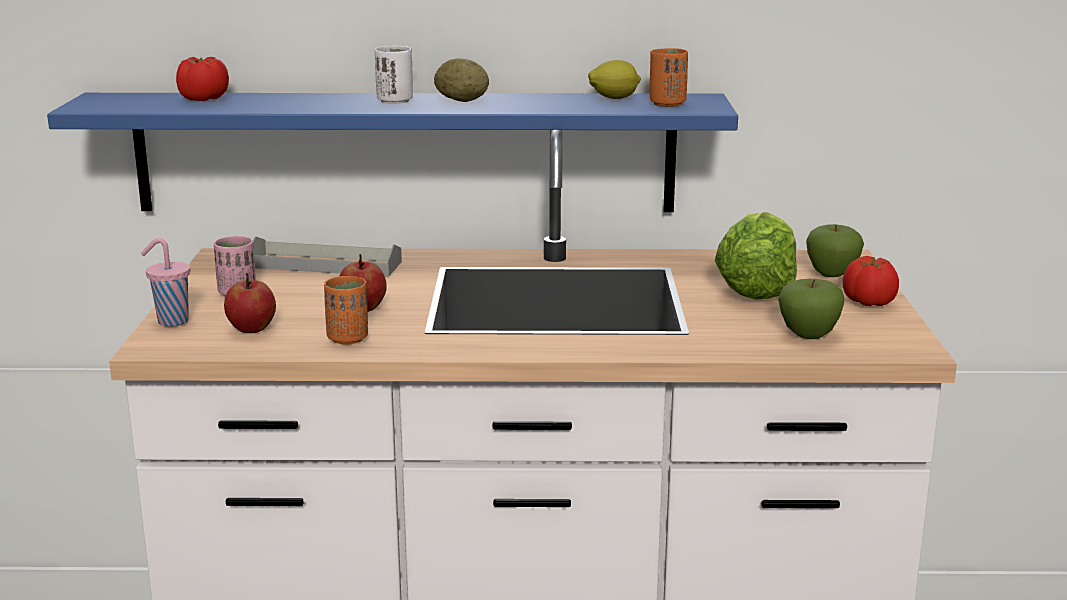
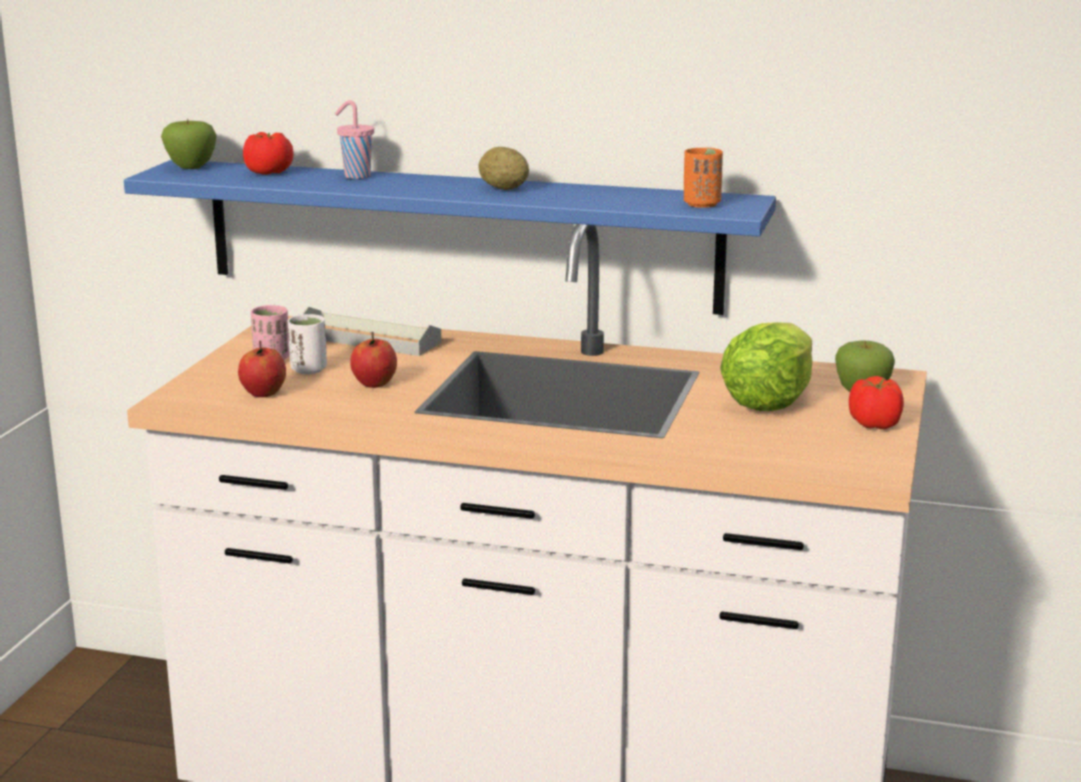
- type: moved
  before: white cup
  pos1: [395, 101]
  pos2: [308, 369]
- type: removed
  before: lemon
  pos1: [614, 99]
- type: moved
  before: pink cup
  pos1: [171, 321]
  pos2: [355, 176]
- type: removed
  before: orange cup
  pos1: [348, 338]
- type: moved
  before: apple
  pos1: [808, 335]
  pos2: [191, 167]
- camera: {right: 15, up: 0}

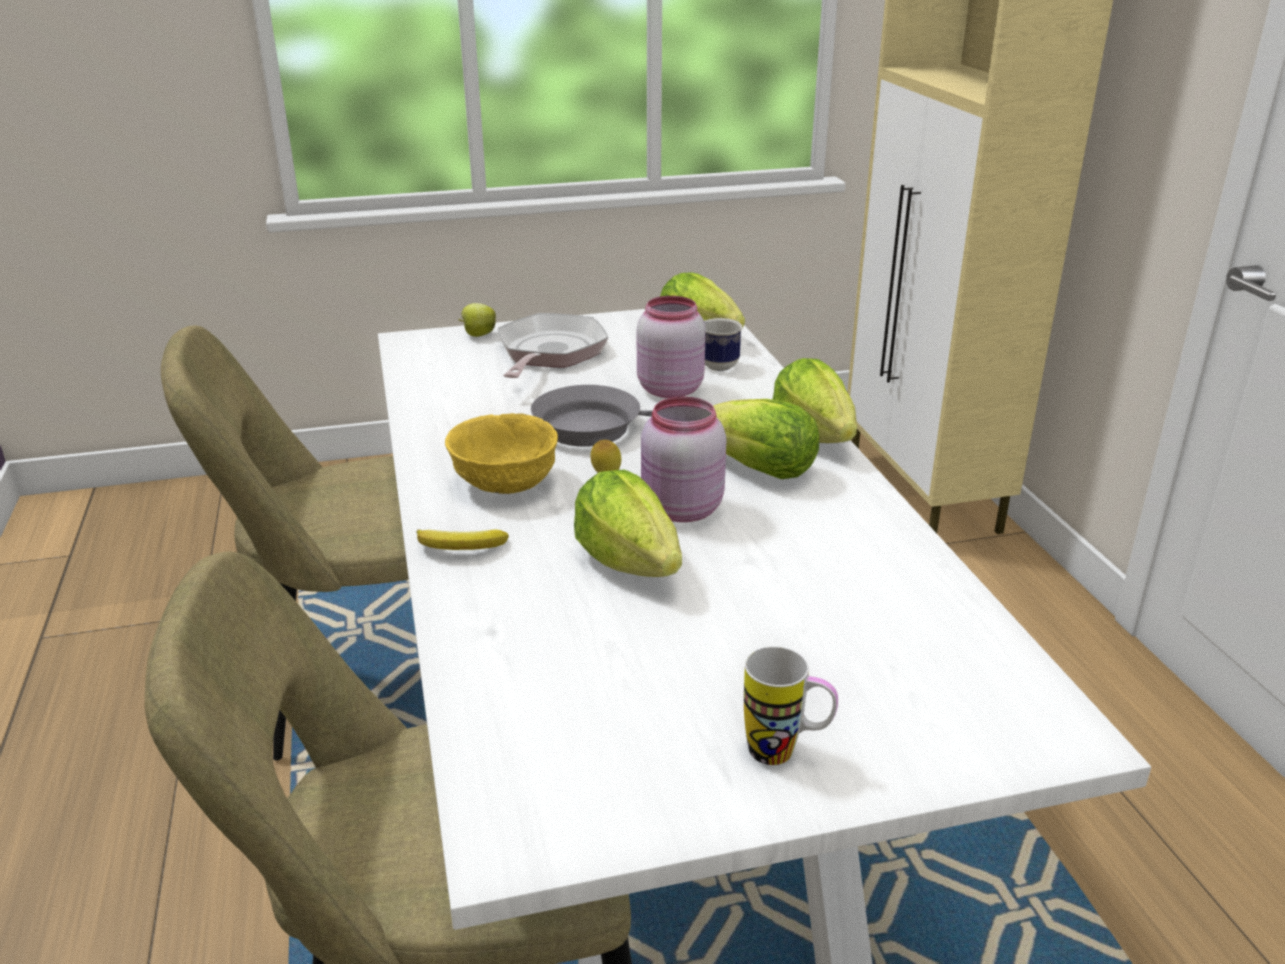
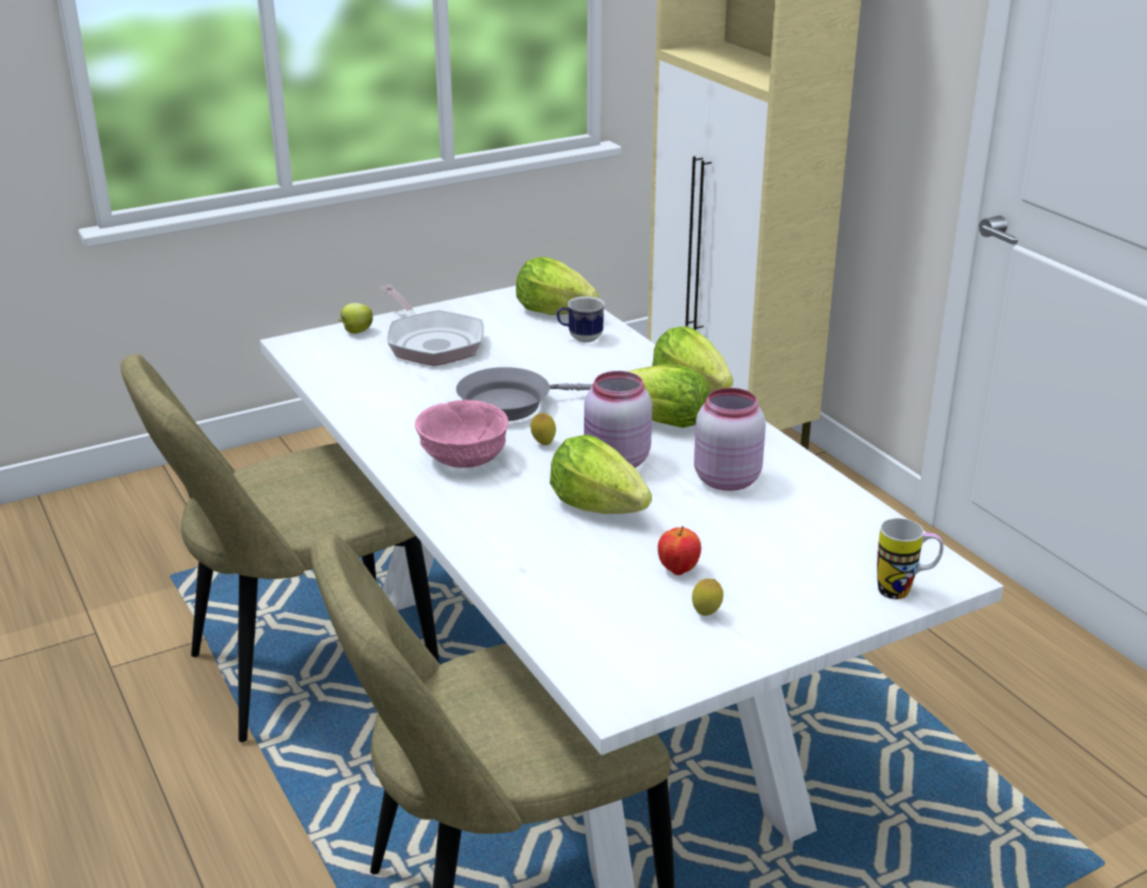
- type: moved
  before: pink jar
  pos1: [668, 389]
  pos2: [725, 479]
- type: turned
  before: frying pan
  pos1: [549, 353]
  pos2: [432, 342]
  turn: 150
- type: recoloured
  before: yellow bowl
  after: pink bowl
  pos1: [504, 483]
  pos2: [462, 459]
- type: removed
  before: banana
  pos1: [460, 548]
- type: moved
  before: mug
  pos1: [785, 753]
  pos2: [904, 591]
- type: added
  after: apple
  pos2: [678, 570]
- type: added
  after: lemon
  pos2: [706, 614]
- camera: {right: -15, up: 0}

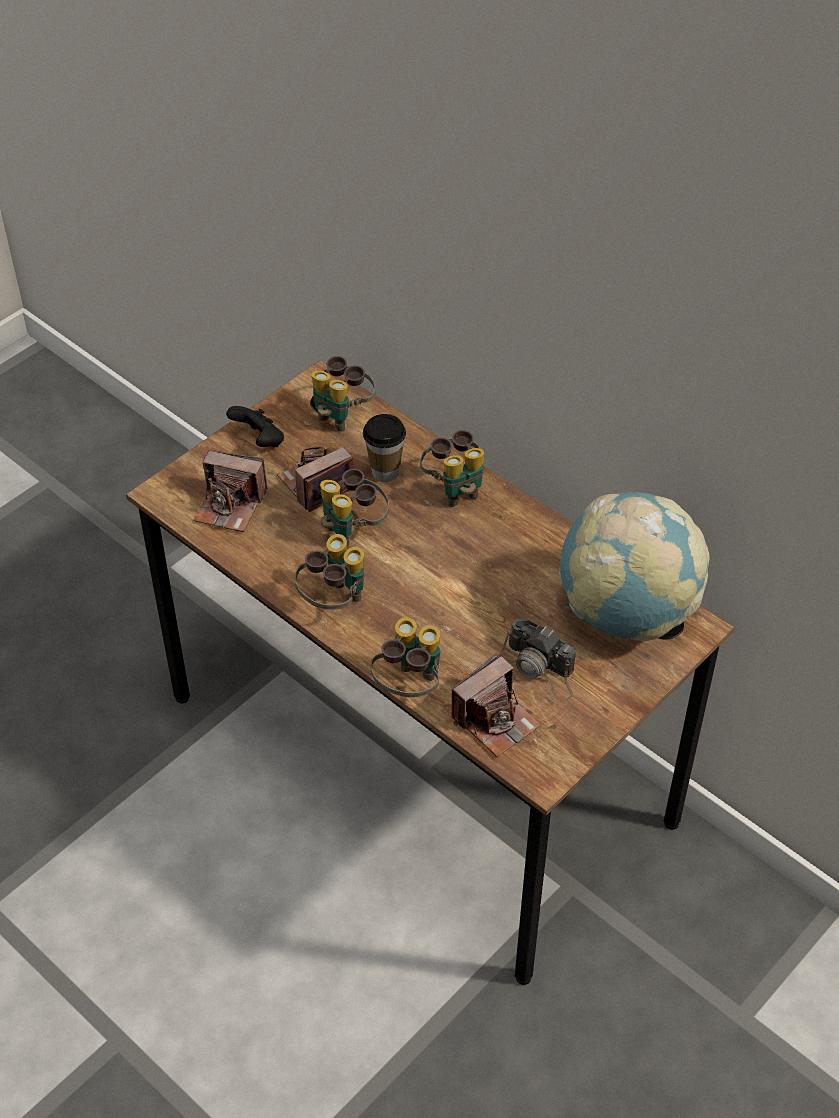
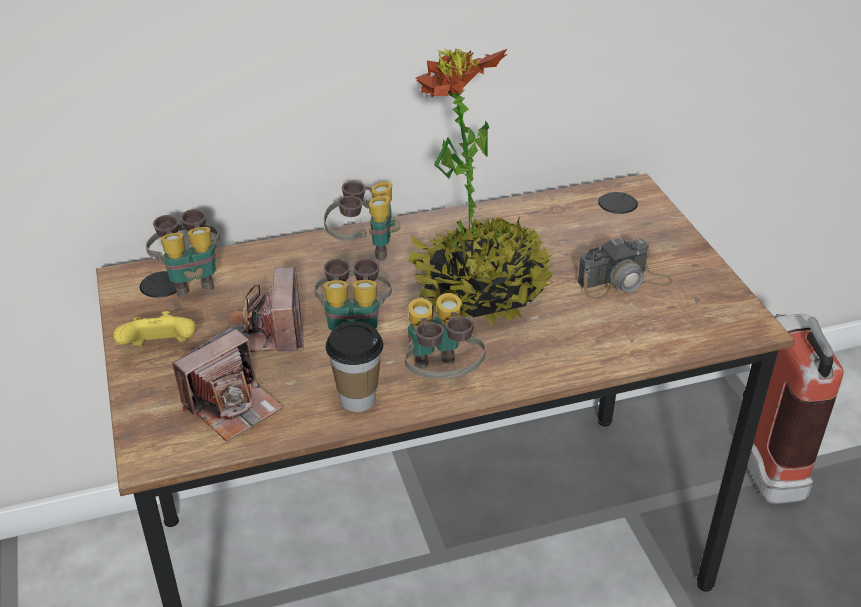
- type: recoloured
  before: black game controller
  after: yellow game controller
  pos1: [259, 441]
  pos2: [160, 349]
- type: moved
  before: cup
  pos1: [385, 472]
  pos2: [357, 399]
- type: removed
  before: globe
  pos1: [626, 612]
- type: removed
  before: binoculars
  pos1: [409, 687]
- type: removed
  before: photo camera
  pos1: [495, 720]
- type: added
  after: potted plant
  pos2: [480, 291]
- type: added
  after: fire extinguisher
  pos2: [763, 461]
- camera: {right: -60, up: -10}

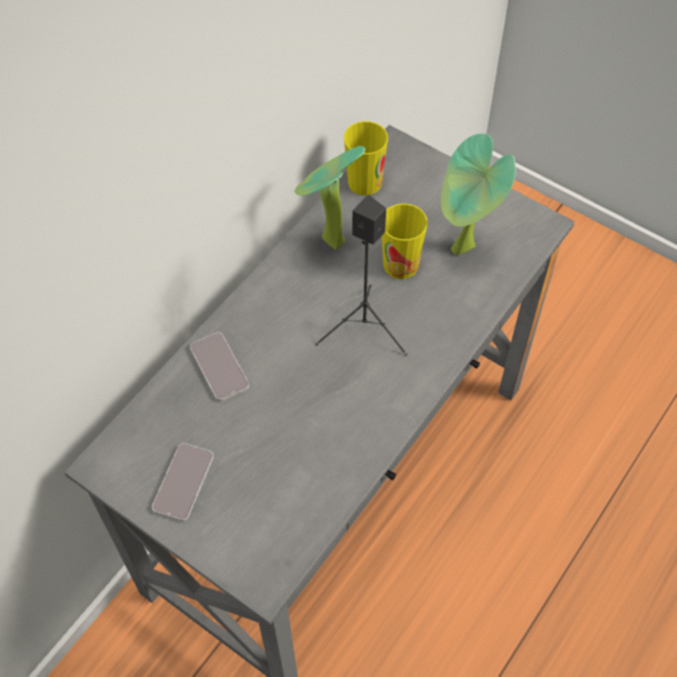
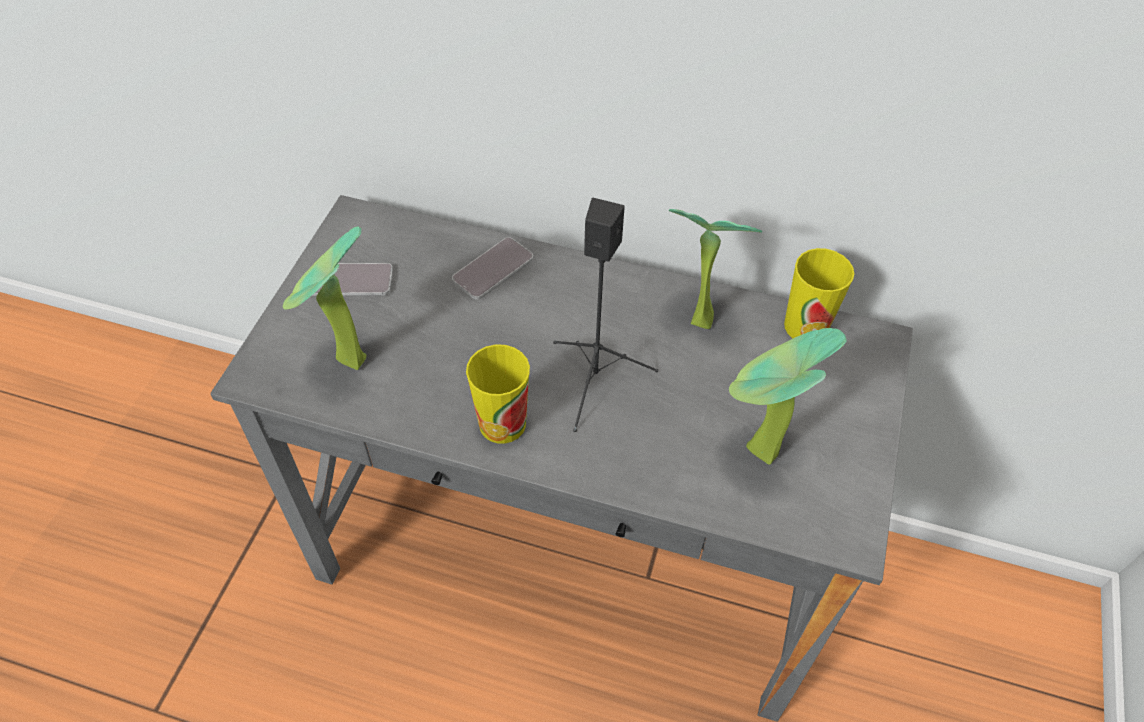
- type: moved
  before: cup
  pos1: [400, 264]
  pos2: [502, 423]
- type: added
  after: potted plant
  pos2: [345, 363]
- camera: {right: 70, up: -5}

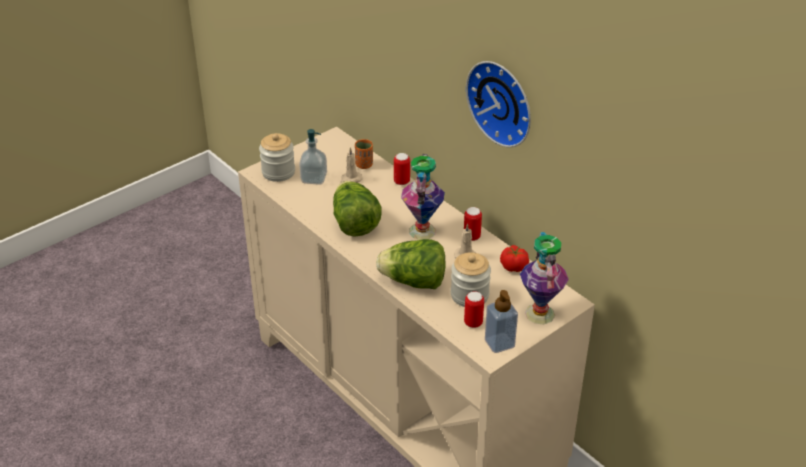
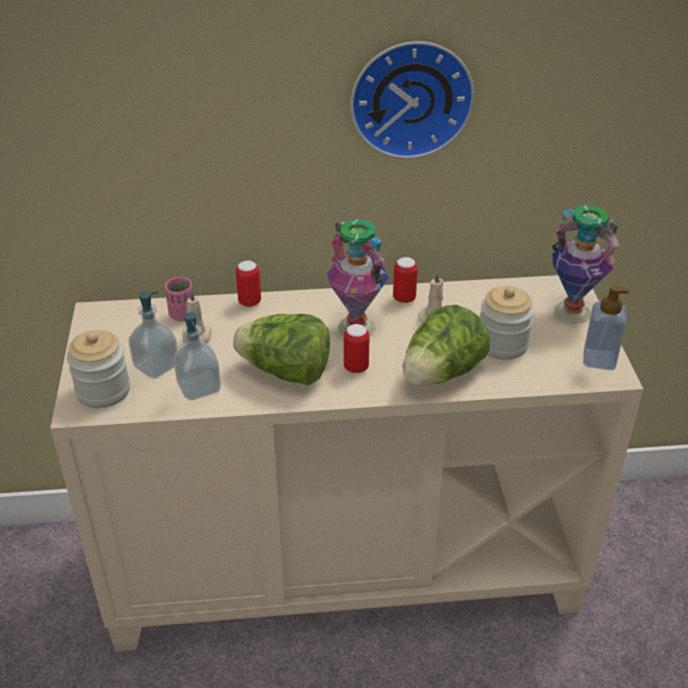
- type: recoloured
  before: orange cup
  after: pink cup
  pos1: [364, 165]
  pos2: [182, 315]
- type: removed
  before: tomato
  pos1: [513, 267]
- type: moved
  before: can
  pos1: [473, 323]
  pos2: [356, 367]
- type: added
  after: soap dispenser
  pos2: [199, 387]
- camera: {right: -55, up: 0}

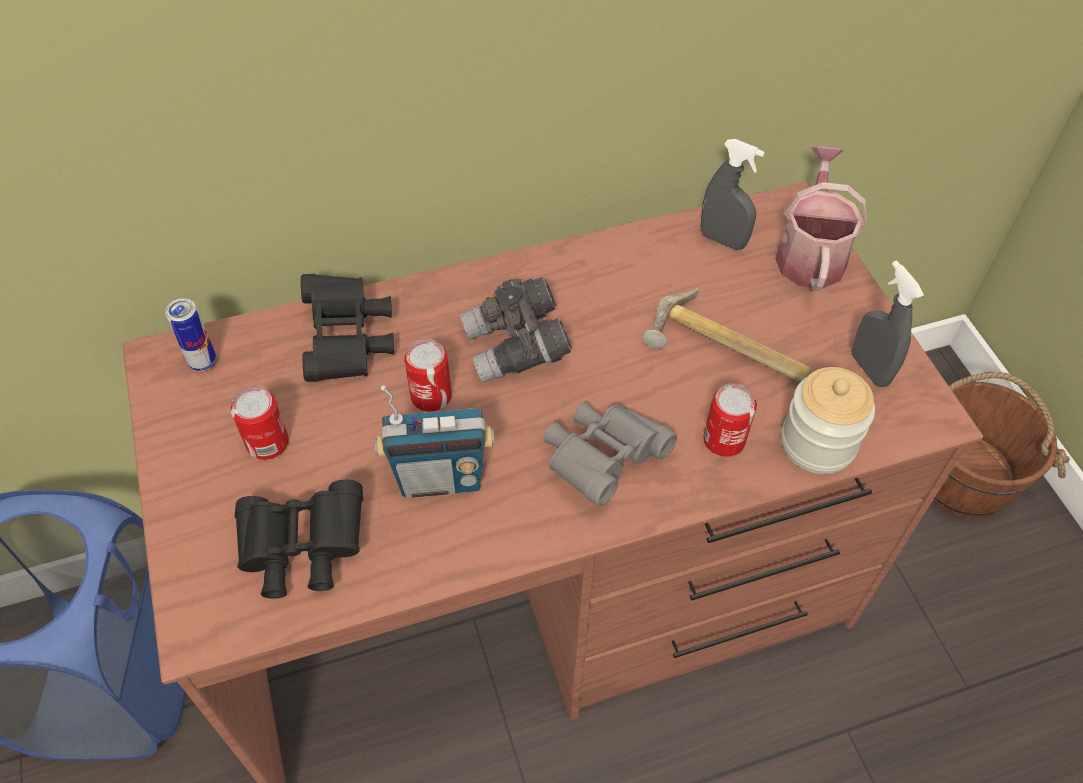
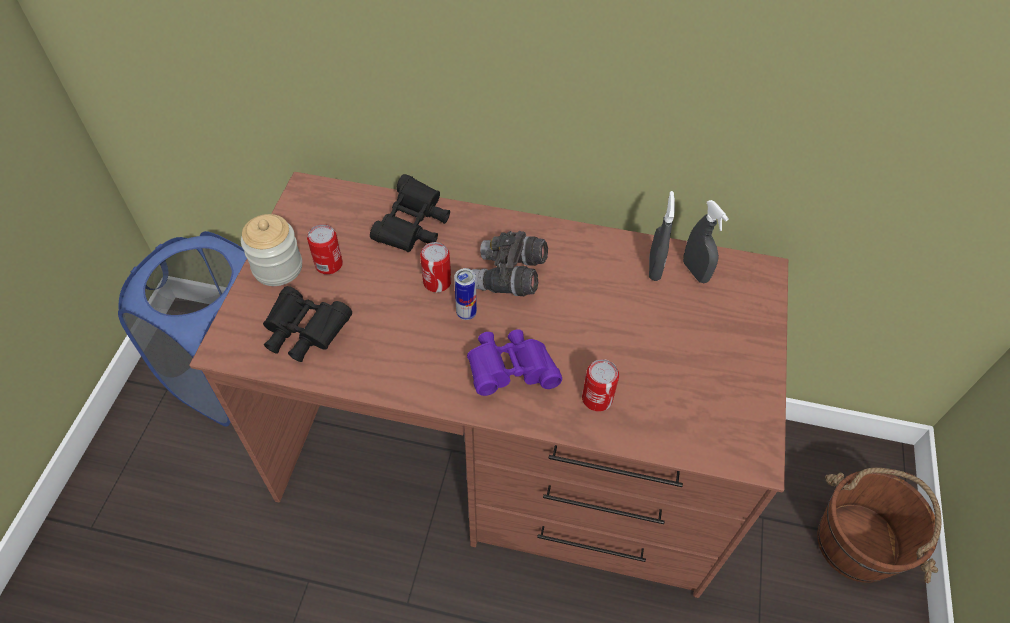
- type: removed
  before: watering can
  pos1: [810, 253]
- type: moved
  before: grey spray bottle
  pos1: [869, 369]
  pos2: [654, 268]
- type: removed
  before: hammer
  pos1: [725, 351]
- type: moved
  before: can
  pos1: [203, 362]
  pos2: [466, 313]
- type: moved
  before: jar
  pos1: [817, 443]
  pos2: [278, 267]
- type: removed
  before: radio
  pos1: [440, 478]
- type: recoloured
  before: grey binoculars
  after: purple binoculars
  pos1: [603, 460]
  pos2: [511, 371]
- camera: {right: 30, up: 0}

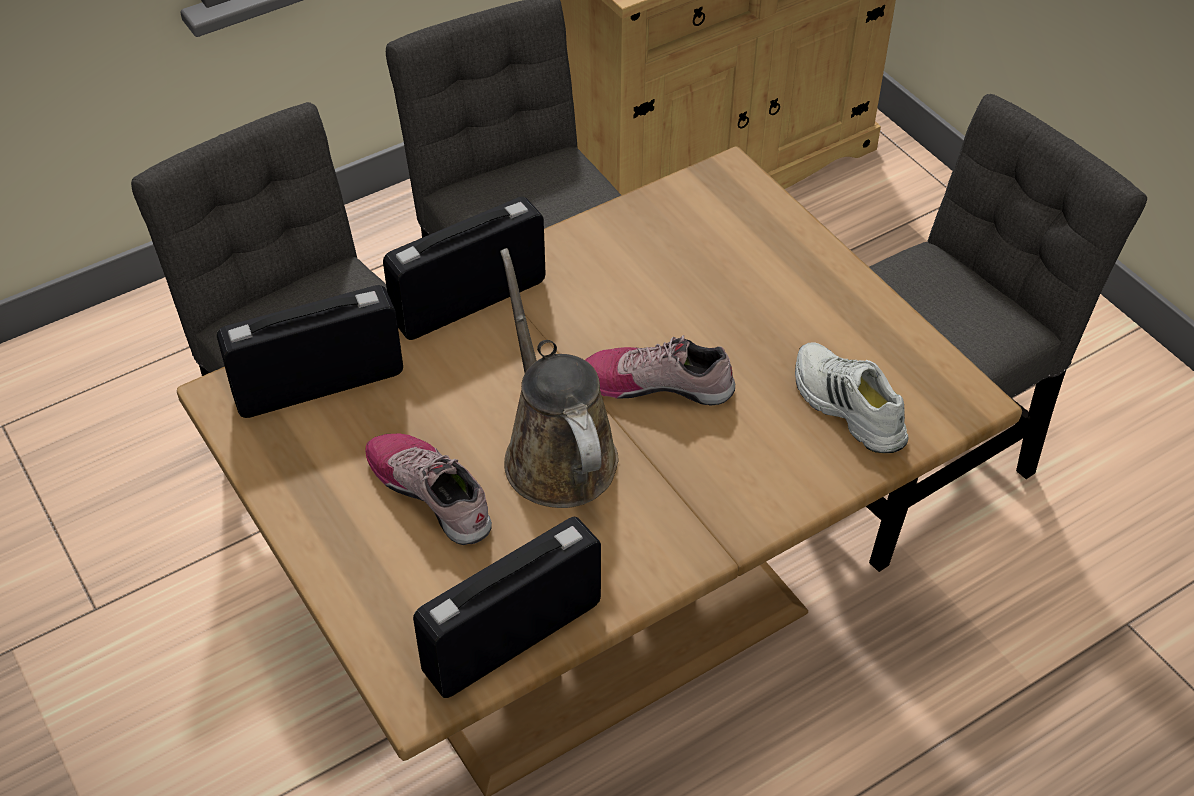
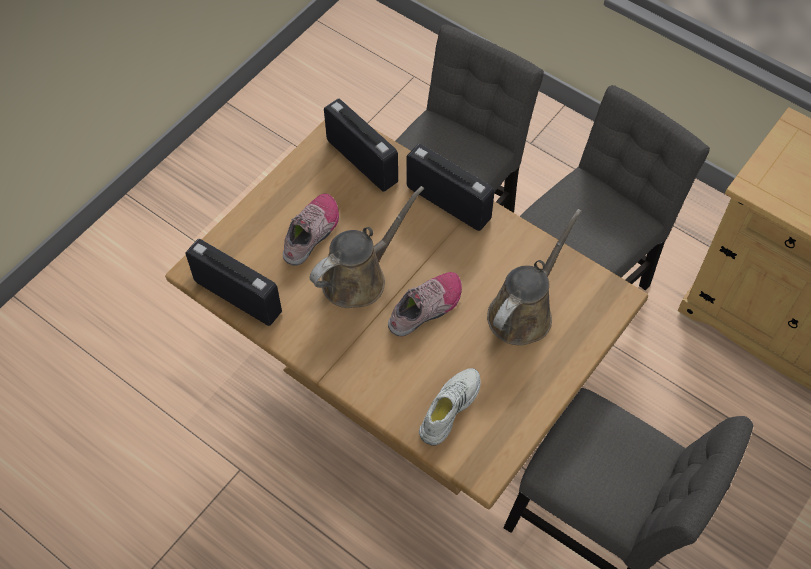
- type: turned
  before: shoe
  pos1: [656, 383]
  pos2: [426, 308]
  turn: 60
- type: added
  after: brown watering can
  pos2: [523, 311]
- camera: {right: 70, up: 10}

